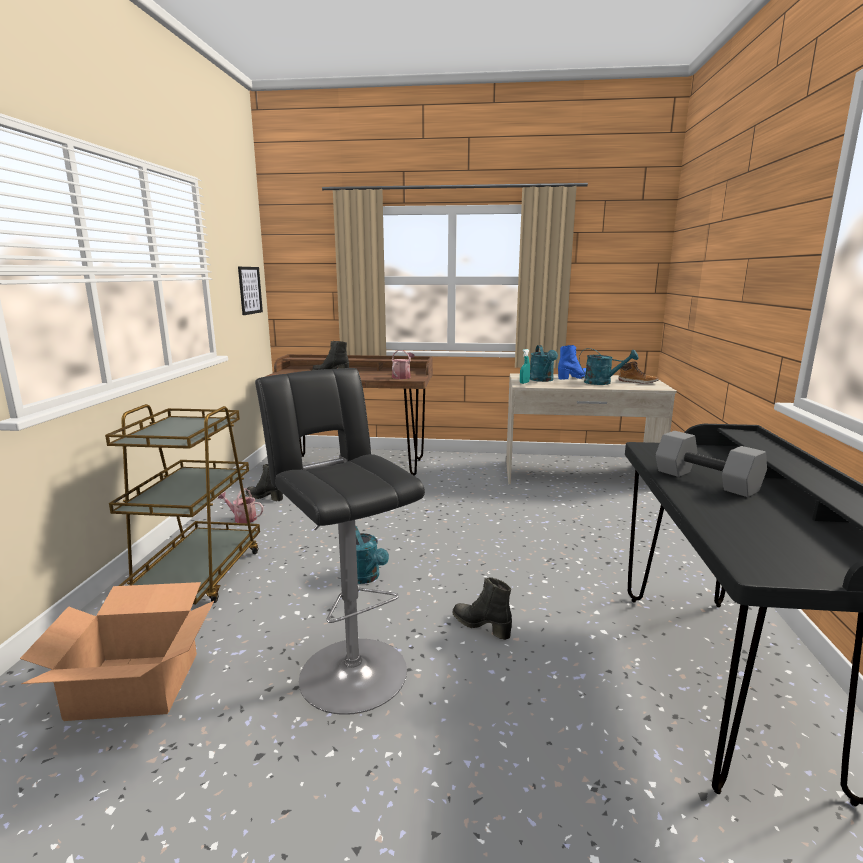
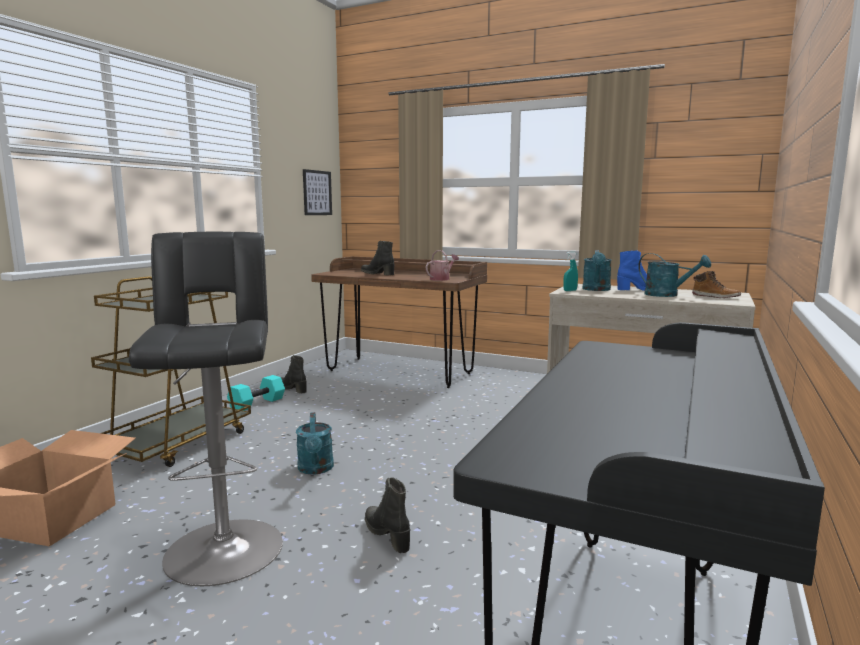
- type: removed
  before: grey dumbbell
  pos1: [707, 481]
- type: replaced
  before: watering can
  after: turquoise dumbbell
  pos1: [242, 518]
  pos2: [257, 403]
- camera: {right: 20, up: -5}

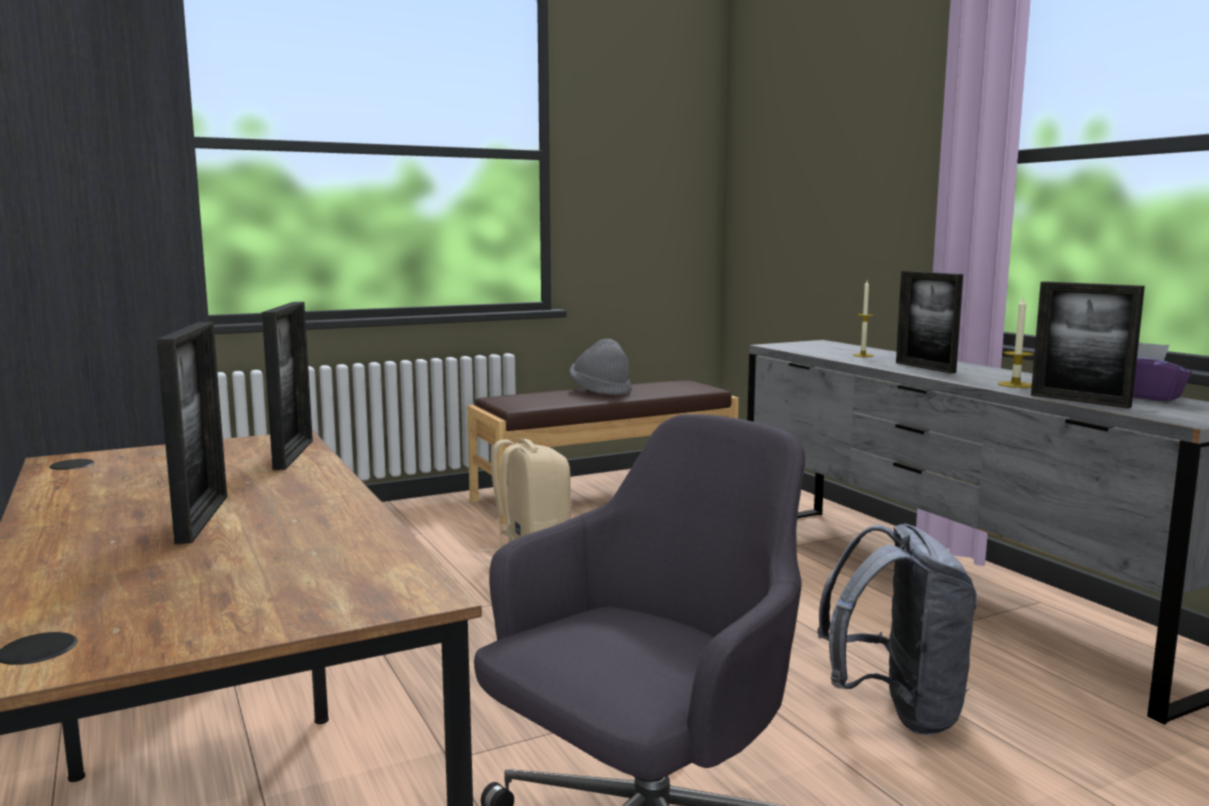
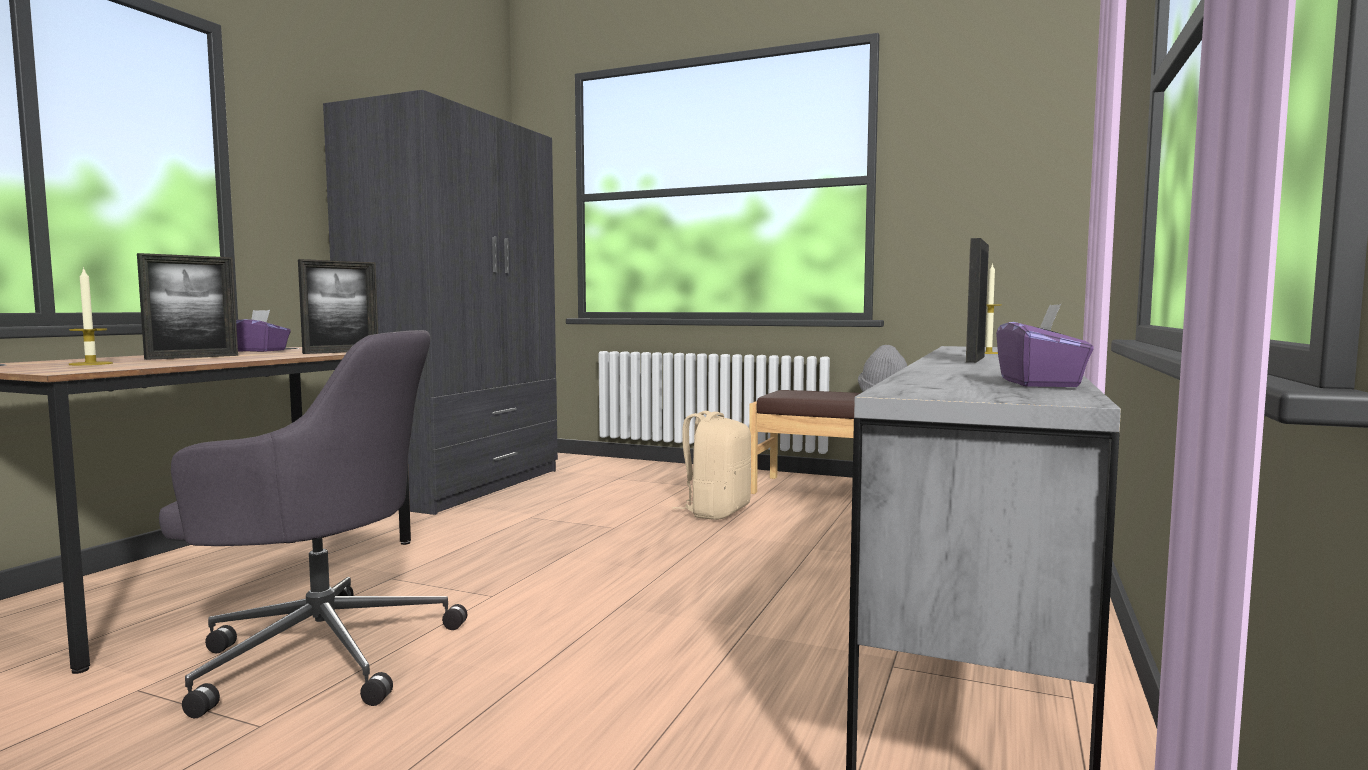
- type: removed
  before: picture frame
  pos1: [1079, 401]
- type: moved
  before: candle
  pos1: [1015, 385]
  pos2: [91, 364]
- type: removed
  before: grey backpack
  pos1: [896, 710]
- type: added
  after: purple tissue box
  pos2: [259, 350]
- camera: {right: 50, up: -5}

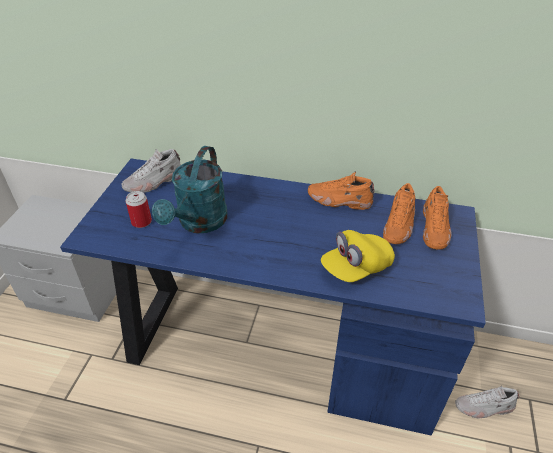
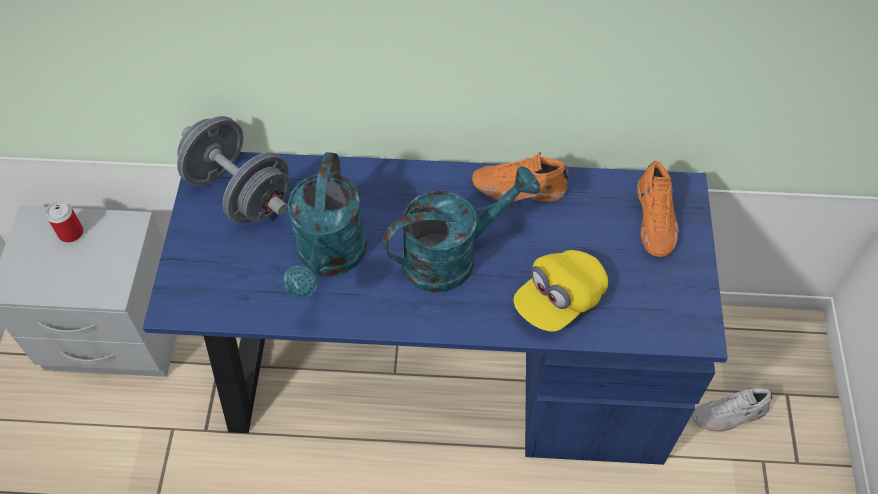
- type: replaced
  before: white shoe
  after: grey dumbbell
  pos1: [154, 182]
  pos2: [240, 192]
- type: removed
  before: orange shoe
  pos1: [399, 225]
- type: moved
  before: can
  pos1: [141, 222]
  pos2: [71, 233]
- type: added
  after: turquoise watering can
  pos2: [452, 255]
- camera: {right: -10, up: 15}

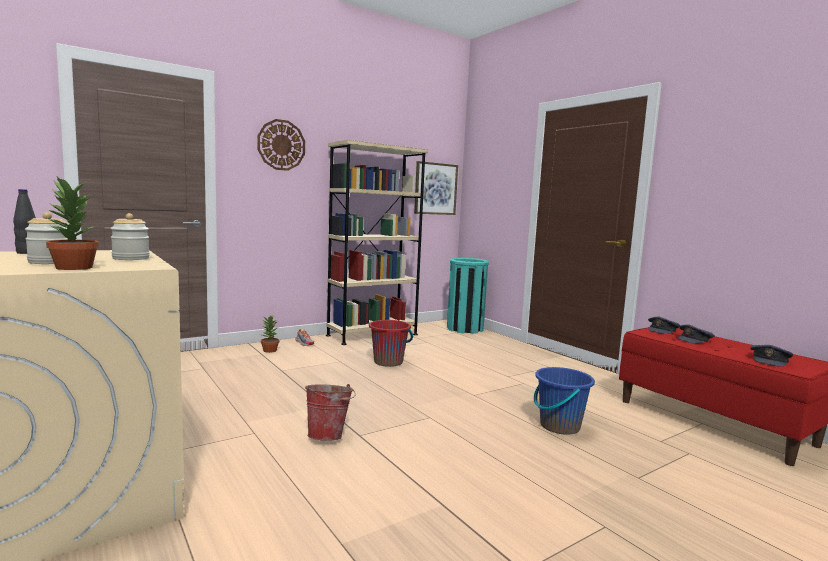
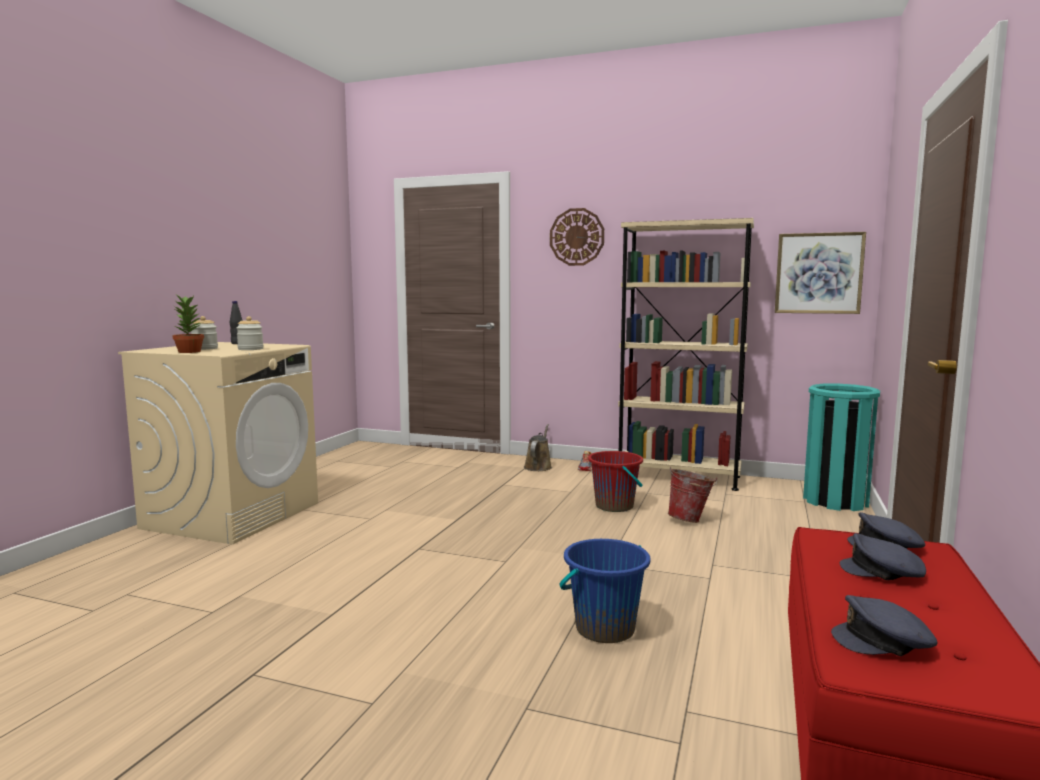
- type: replaced
  before: potted plant
  after: brown watering can
  pos1: [269, 350]
  pos2: [538, 467]
- type: moved
  before: bucket
  pos1: [329, 436]
  pos2: [690, 520]
- camera: {right: 55, up: 0}

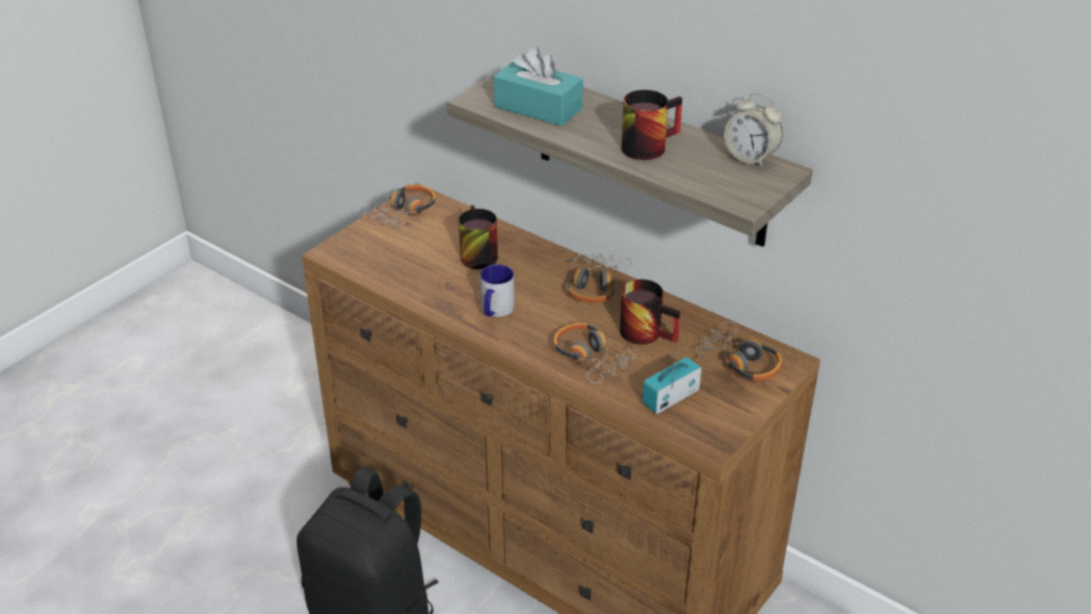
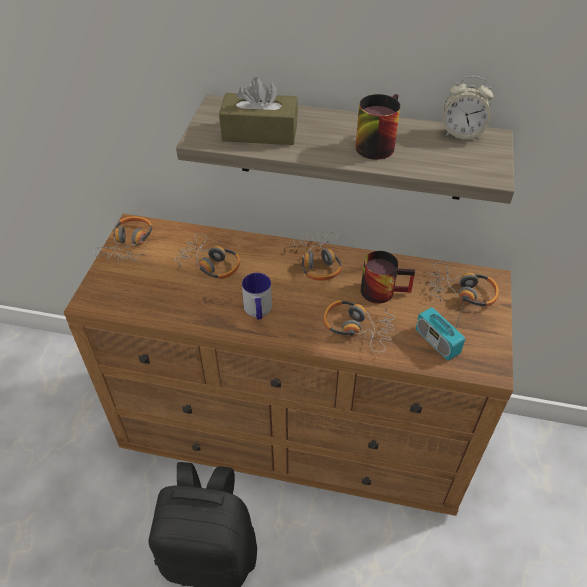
- type: recoloured
  before: turquoise tissue box
  after: brown tissue box
  pos1: [538, 108]
  pos2: [260, 132]
- type: replaced
  before: mug
  after: headphones
  pos1: [474, 254]
  pos2: [209, 264]
- type: turned
  before: radio
  pos1: [670, 397]
  pos2: [437, 342]
  turn: -60
- camera: {right: -25, up: 10}

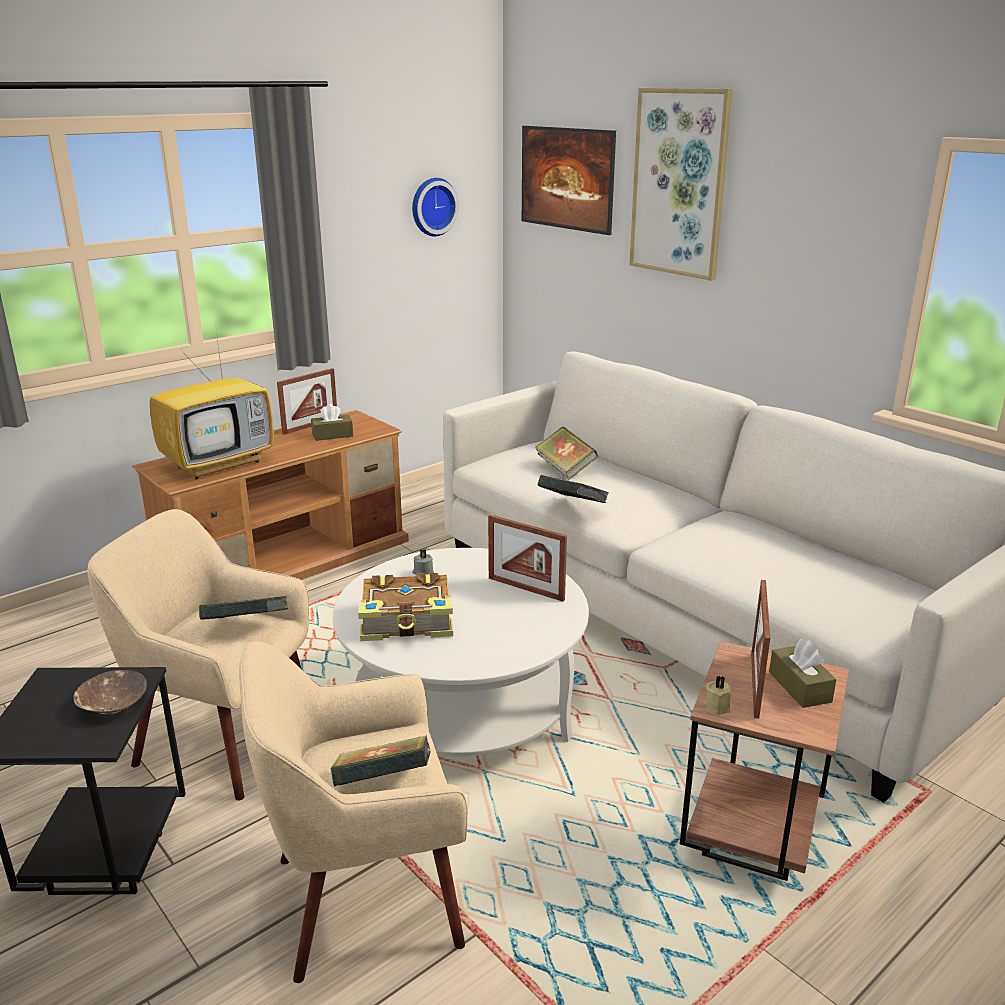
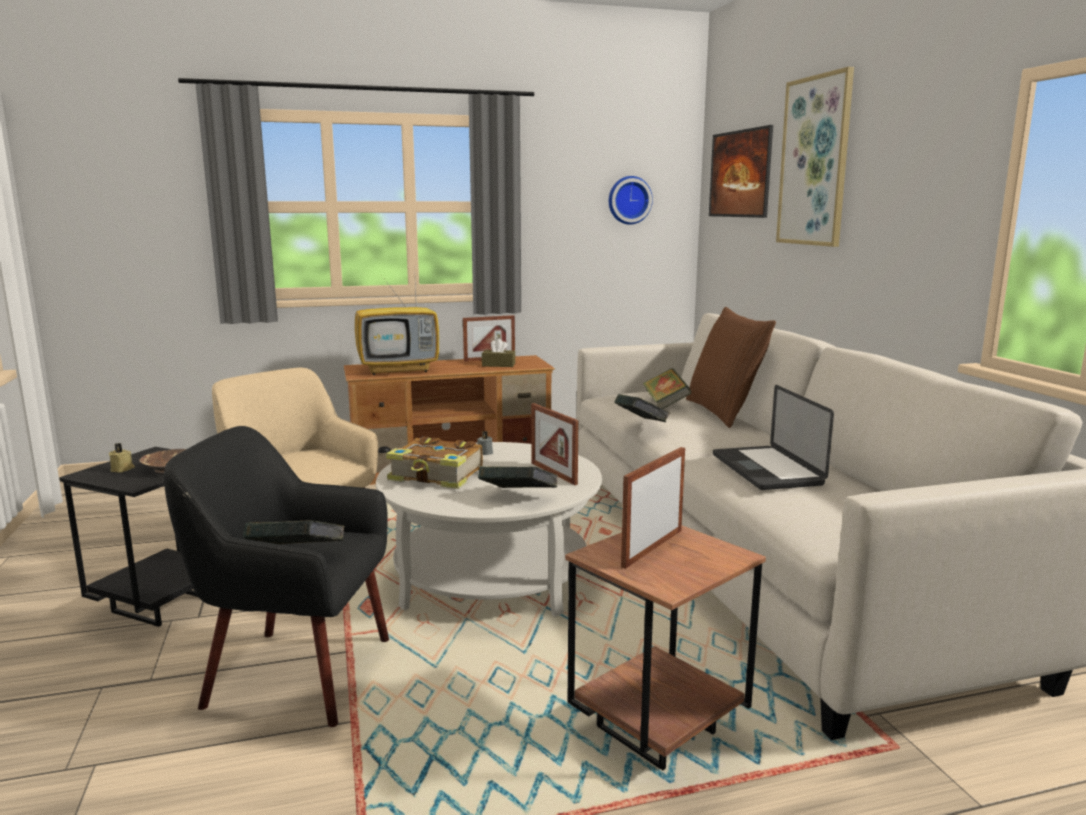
- type: moved
  before: book
  pos1: [247, 628]
  pos2: [518, 497]
- type: removed
  before: brown tissue box
  pos1: [799, 687]
- type: recoloured
  before: beige armchair
  after: black armchair
  pos1: [364, 898]
  pos2: [296, 673]
- type: moved
  before: beige candle
  pos1: [718, 706]
  pos2: [122, 469]
- type: added
  after: brown pillow
  pos2: [724, 412]
- type: added
  after: laptop
  pos2: [766, 469]
- camera: {right: 25, up: -10}

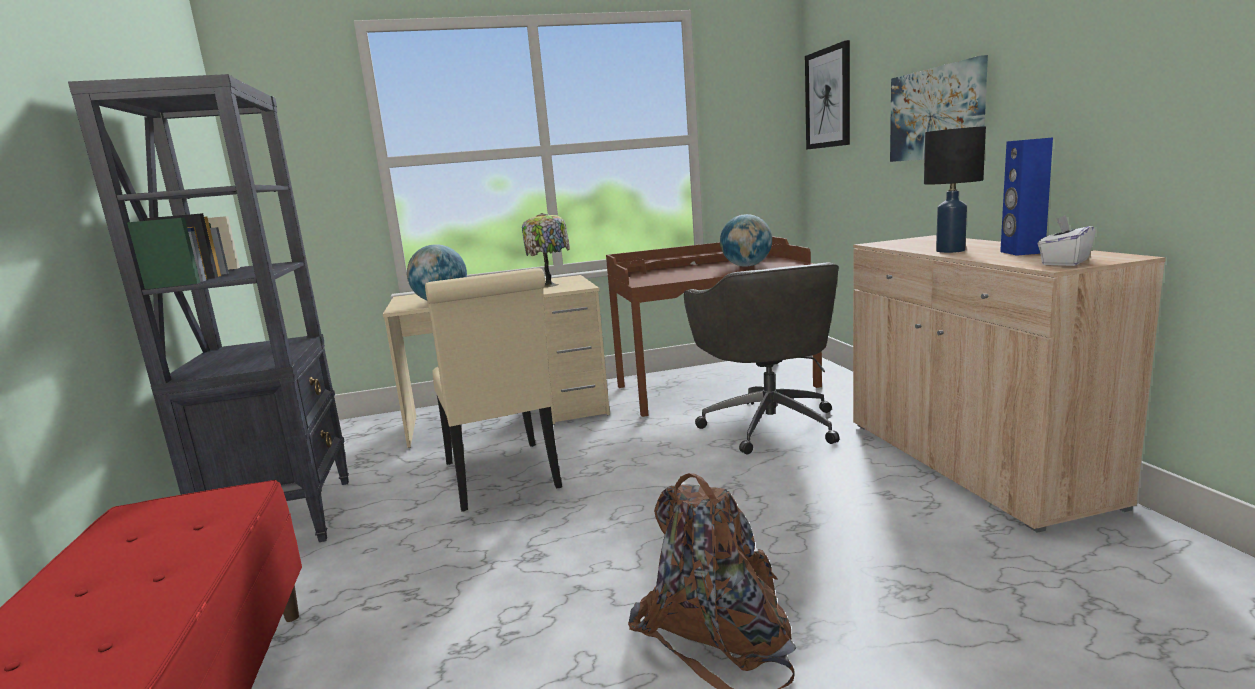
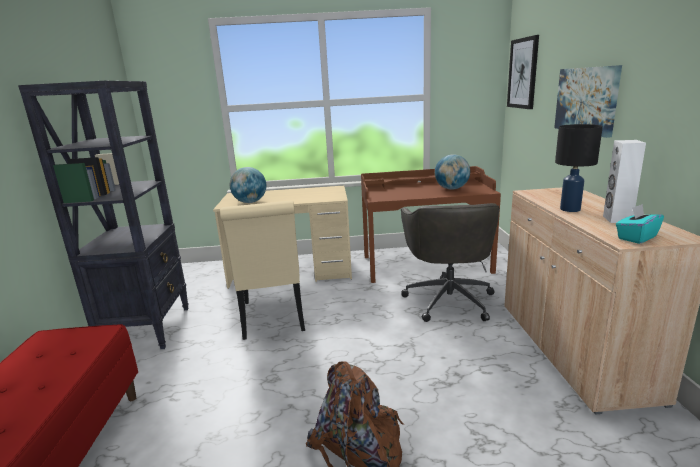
- type: recoloured
  before: blue speaker
  after: white speaker
  pos1: [1021, 252]
  pos2: [616, 219]
- type: removed
  before: table lamp
  pos1: [550, 285]
- type: recoloured
  before: white tissue box
  after: turquoise tissue box
  pos1: [1064, 262]
  pos2: [636, 237]
- camera: {right: 10, up: 5}

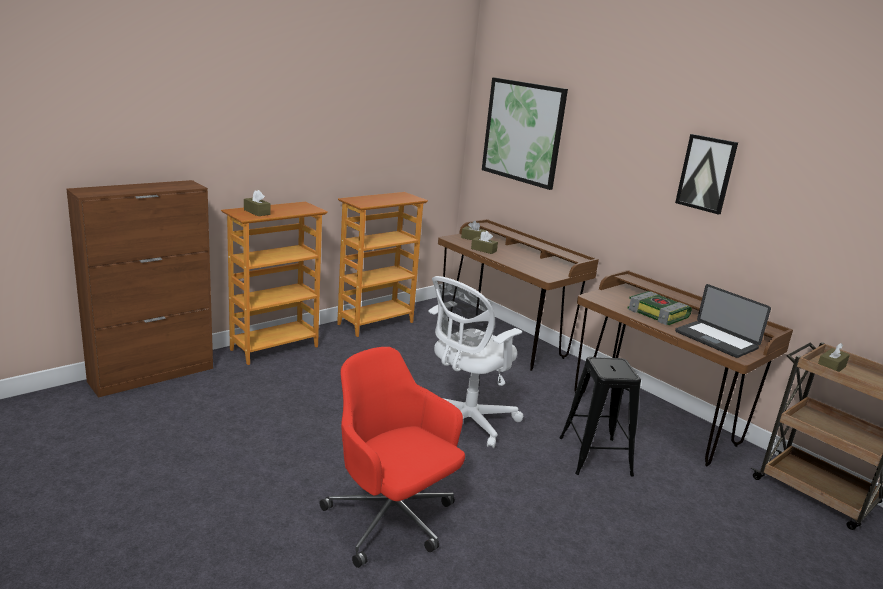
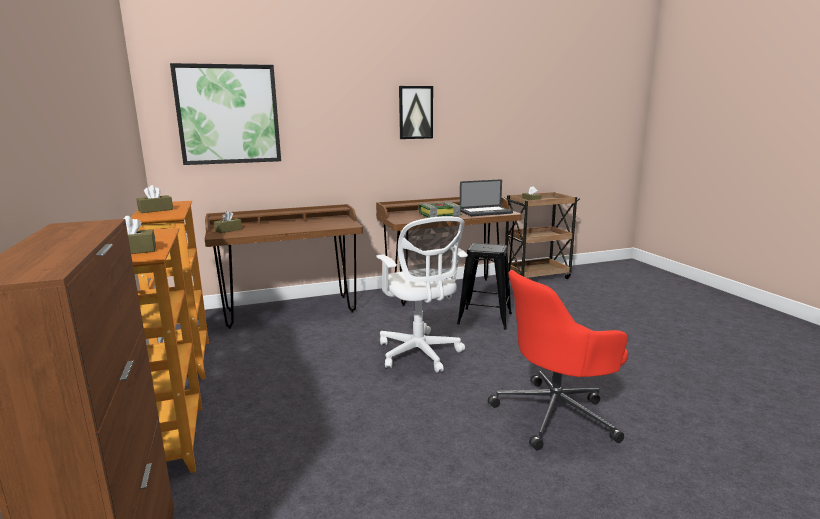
- type: moved
  before: brown tissue box
  pos1: [483, 250]
  pos2: [155, 210]
- camera: {right: -65, up: -5}

